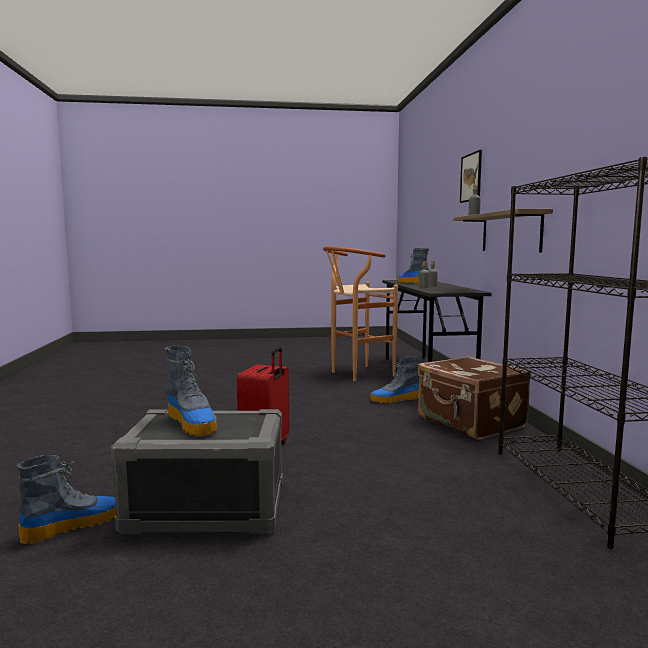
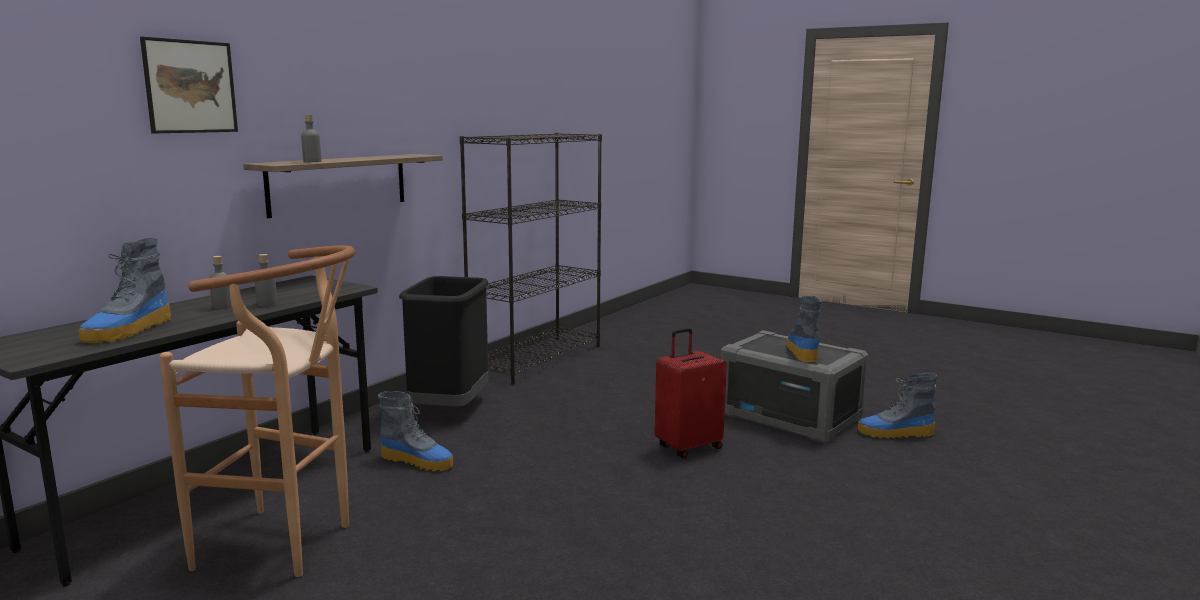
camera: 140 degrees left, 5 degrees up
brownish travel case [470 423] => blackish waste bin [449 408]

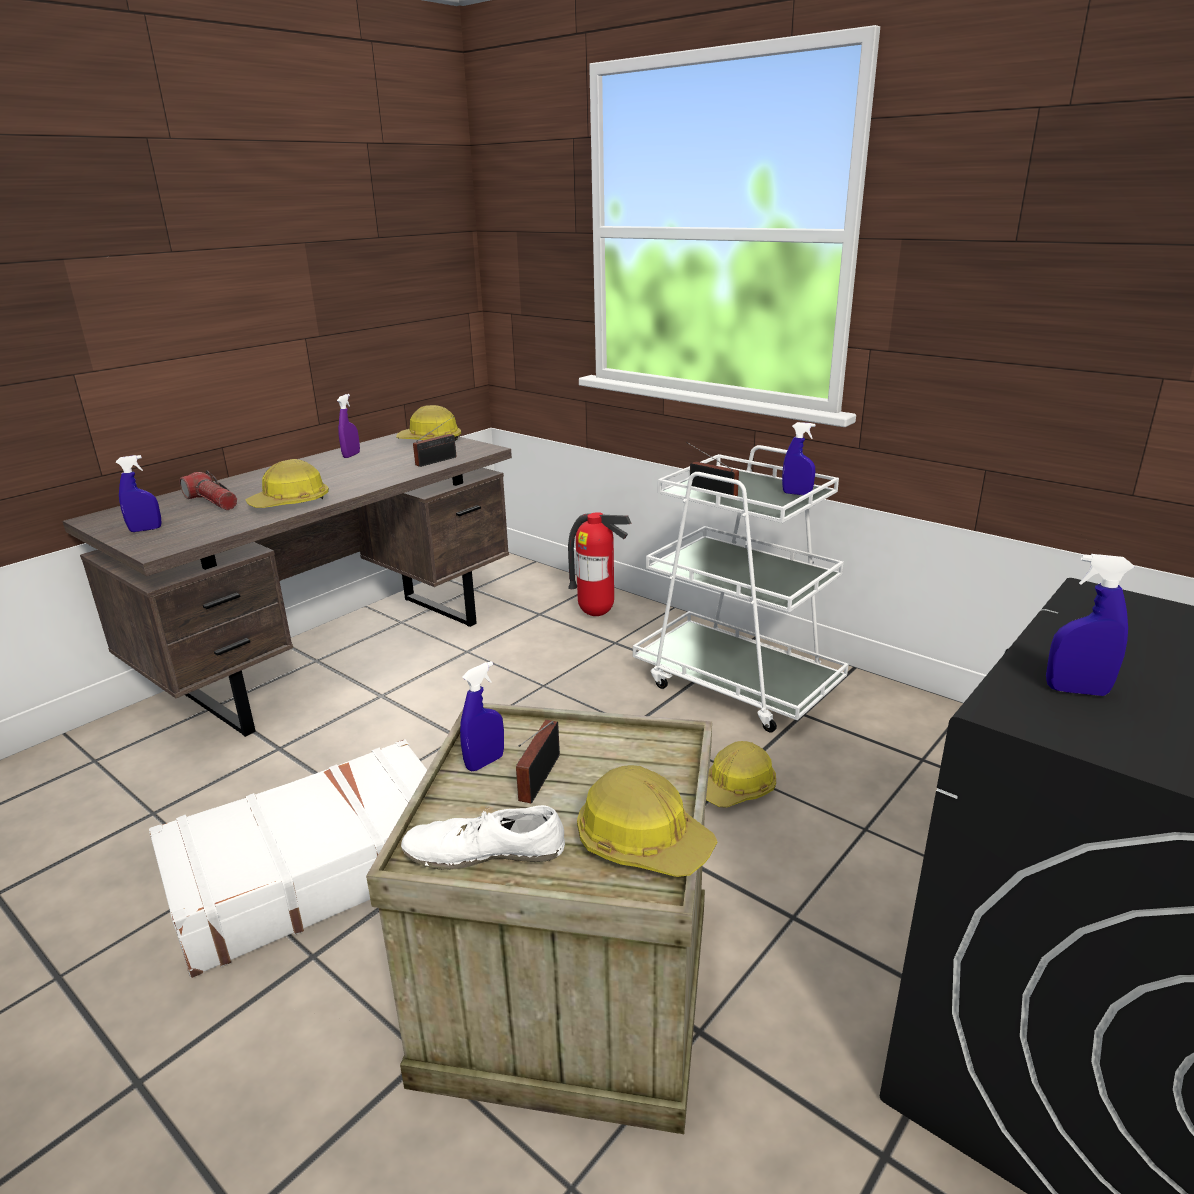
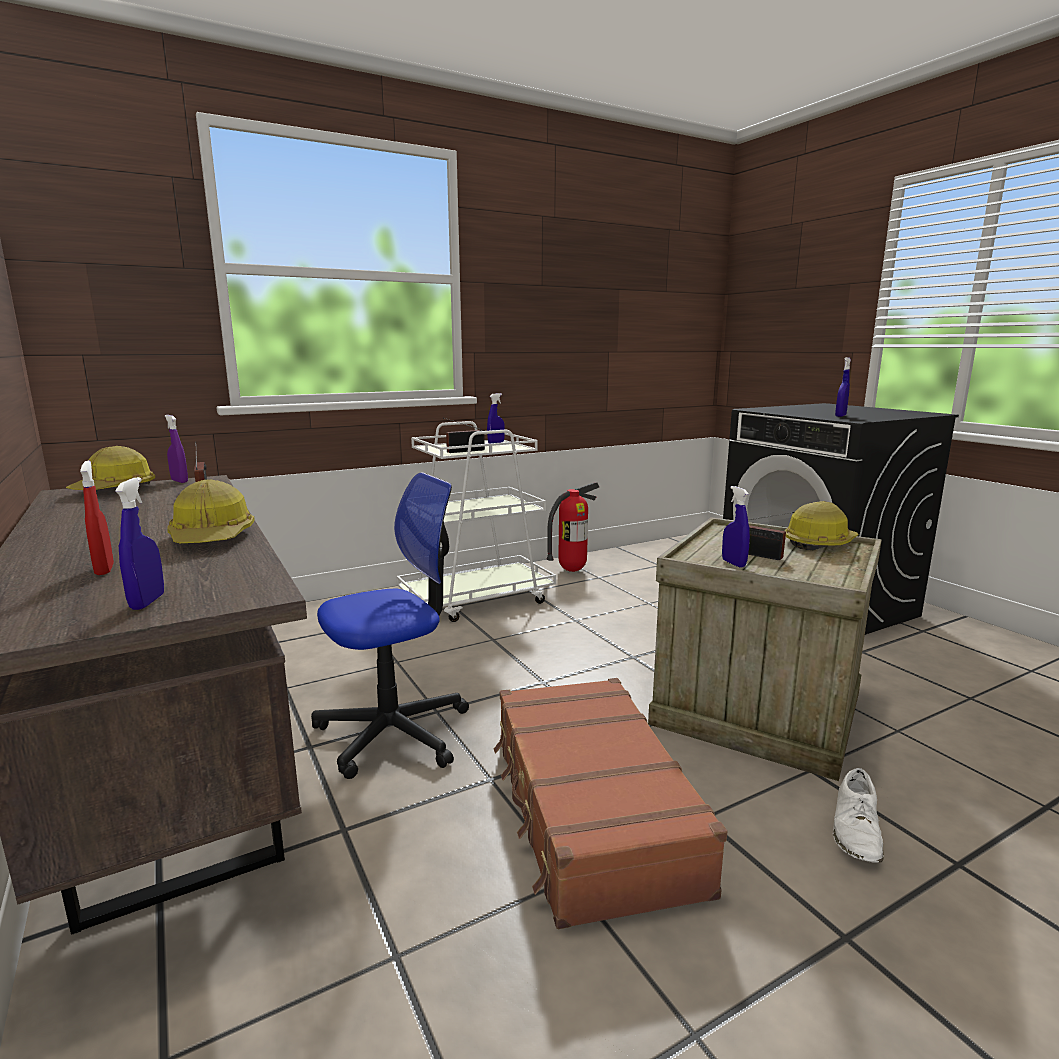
camera: 70 degrees left, 10 degrees down
whitish travel case [314 871] => brownish travel case [590 811]
hand torch [212 502] => red-coloured sprayer [104 569]
purple-coloured sprayer [351 455] => purple-coloured sprayer [179 481], moved
whitish item of footwear [484 851] => whitish item of footwear [857 829], moved
fire extinguisher [597 614] => fire extinguisher [572 570], moved
hard hat [737 788] => nothing
nothing => desk chair [394 732]

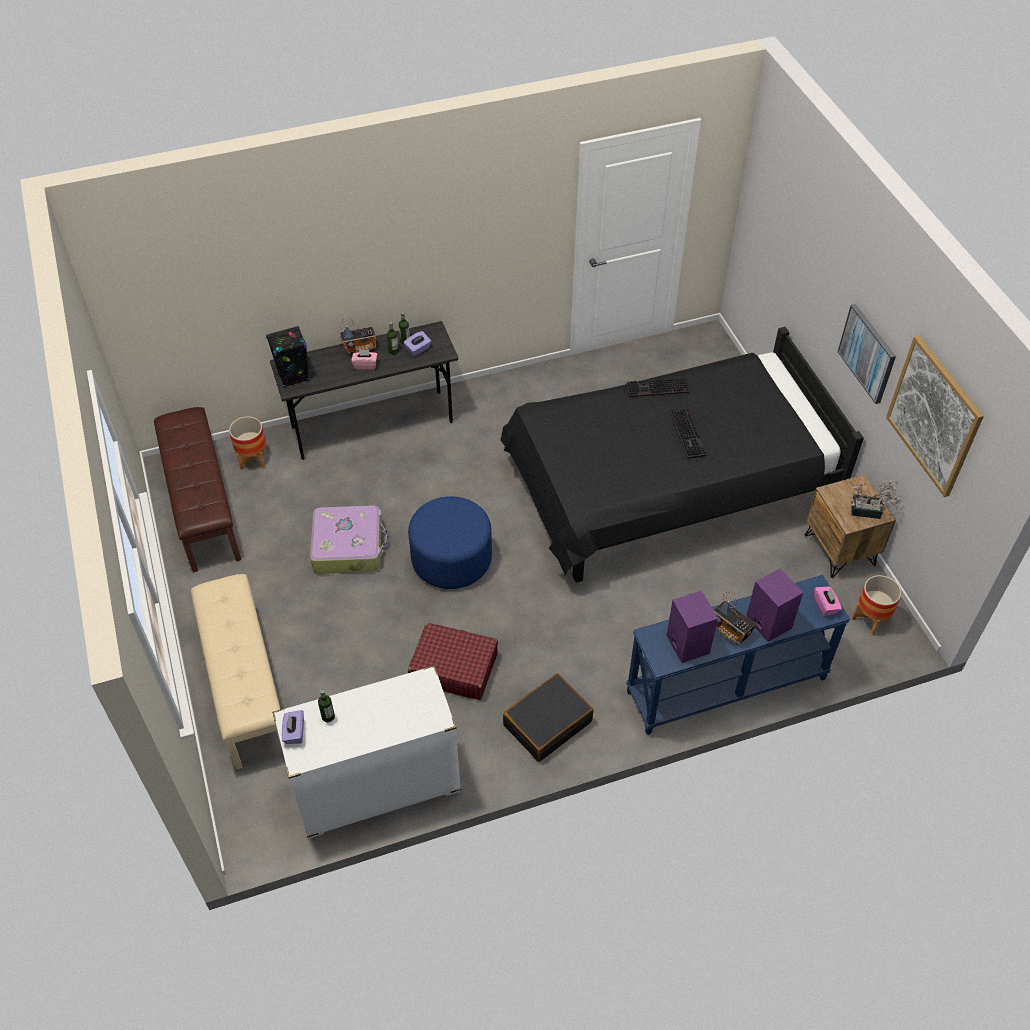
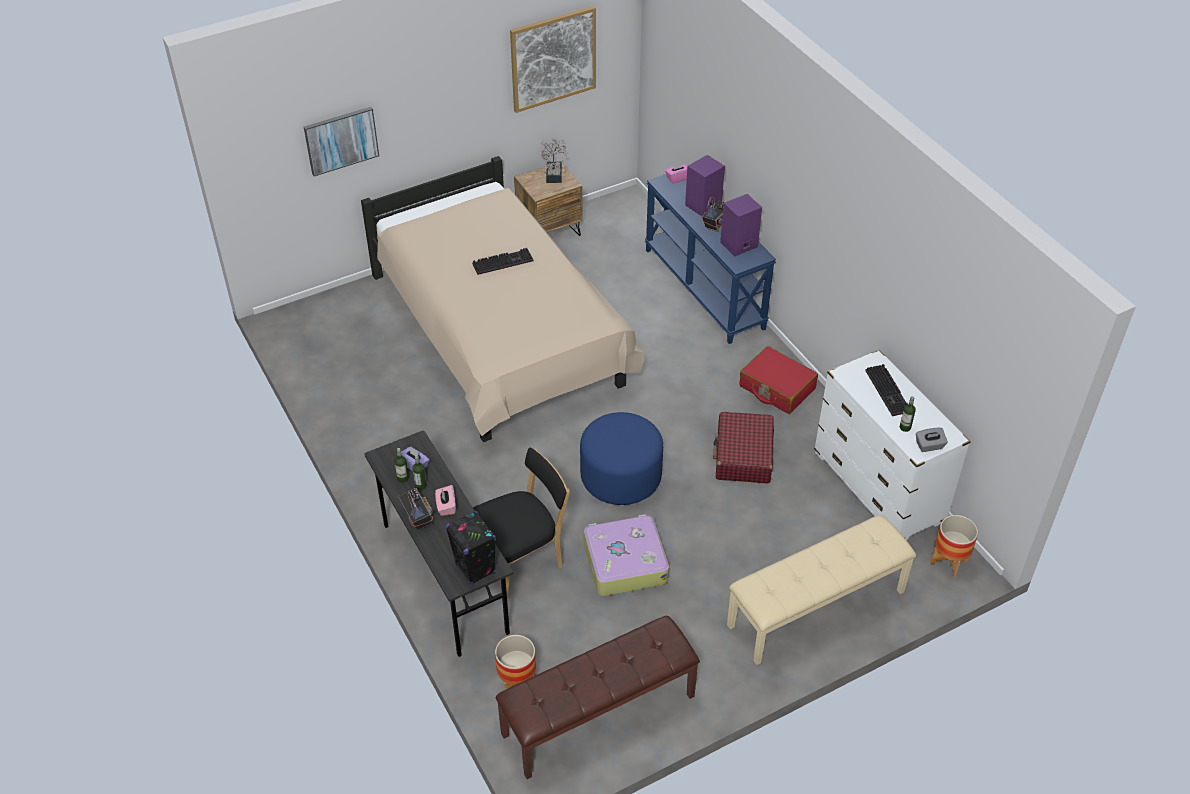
camera: 100 degrees left, 5 degrees down
purple-coloured box of tissues [294 732] => gray box of tissues [929 446]
blackish bed [667 488] => sand-coloured bed [499 335]
blackish travel case [547 723] => red-coloured travel case [776 388]
PC keyboard [656 389] => PC keyboard [889 391], moved
wall art [867 353] => wall art [341 140], moved
plant pot [870 619] => plant pot [949 562], moved
nothing => blackish upright chair [522 559]

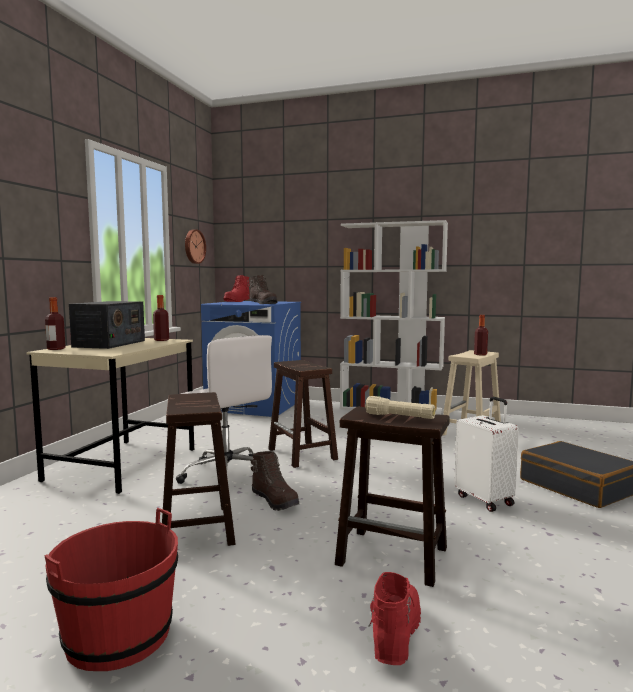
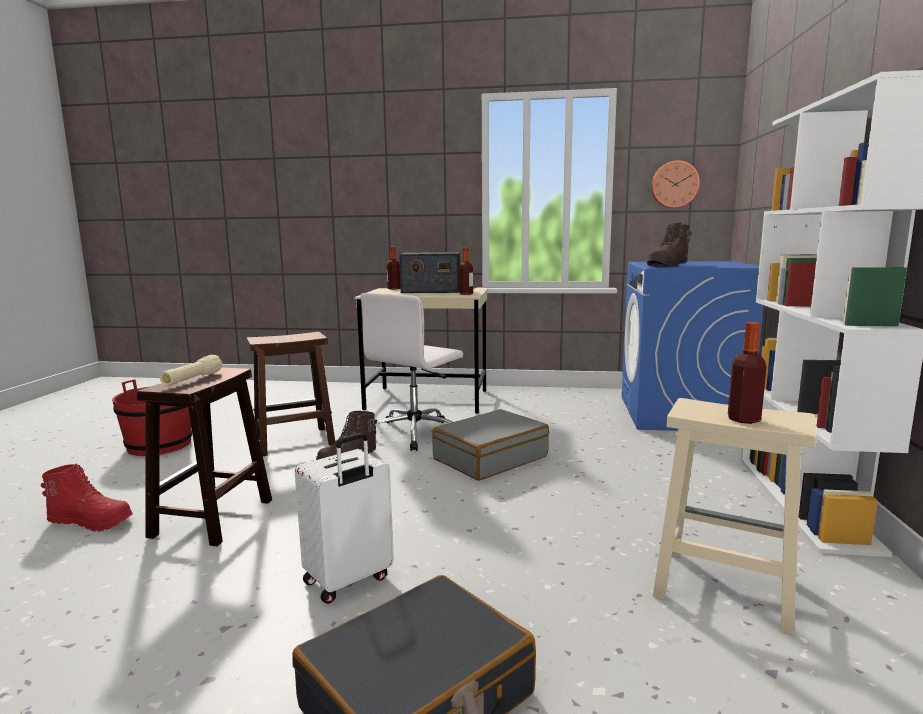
camera: 80 degrees right, 5 degrees up
red-coloured boot [237 301] => nothing
brownish stool seat [303 454] => gray travel case [490 458]

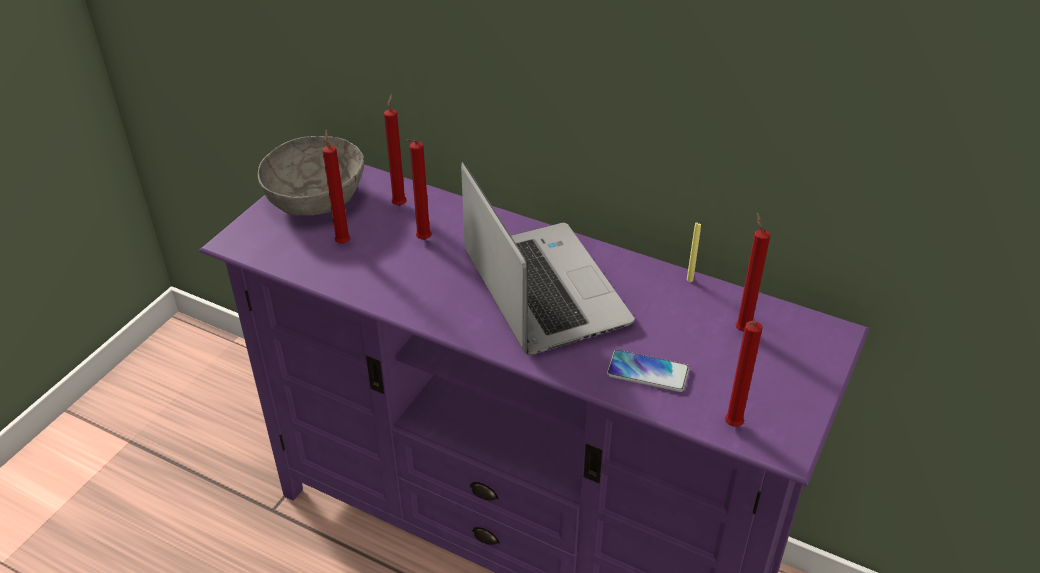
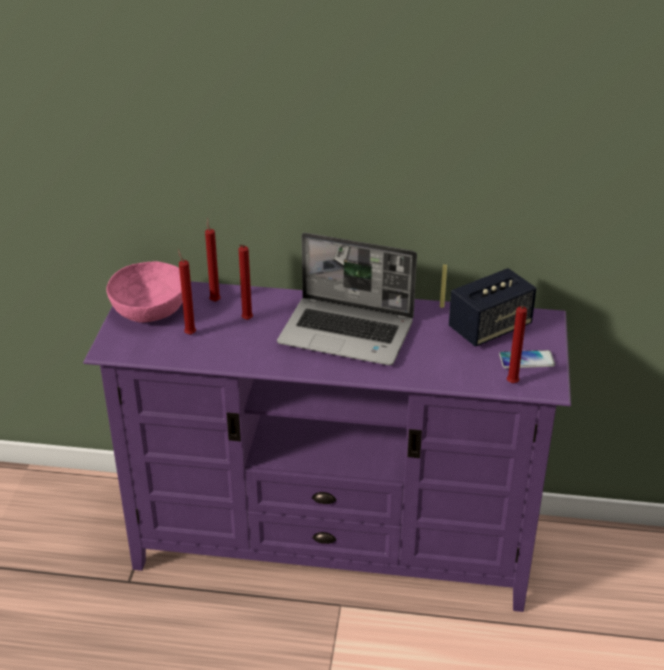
camera: 20 degrees left, 5 degrees down
gray bowl [316 198] => pink-coloured bowl [149 309]
notebook computer [541 289] => notebook computer [348 333], 150 degrees clockwise
phone [648 372] => phone [526 360], moved
red-coloured candle [741 329] => speaker [489 328]

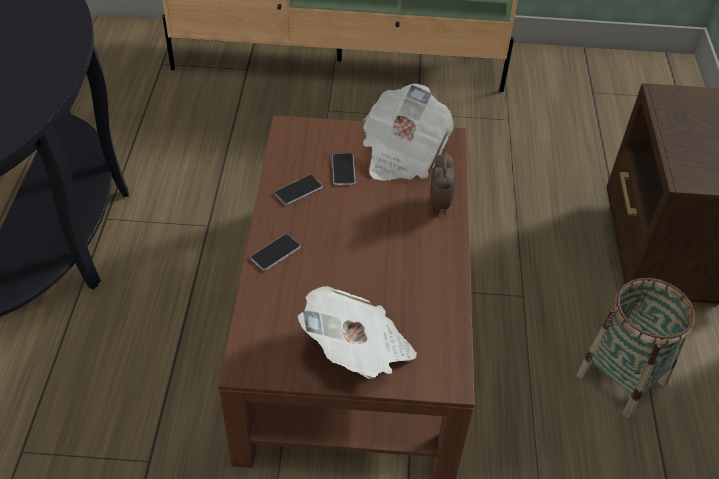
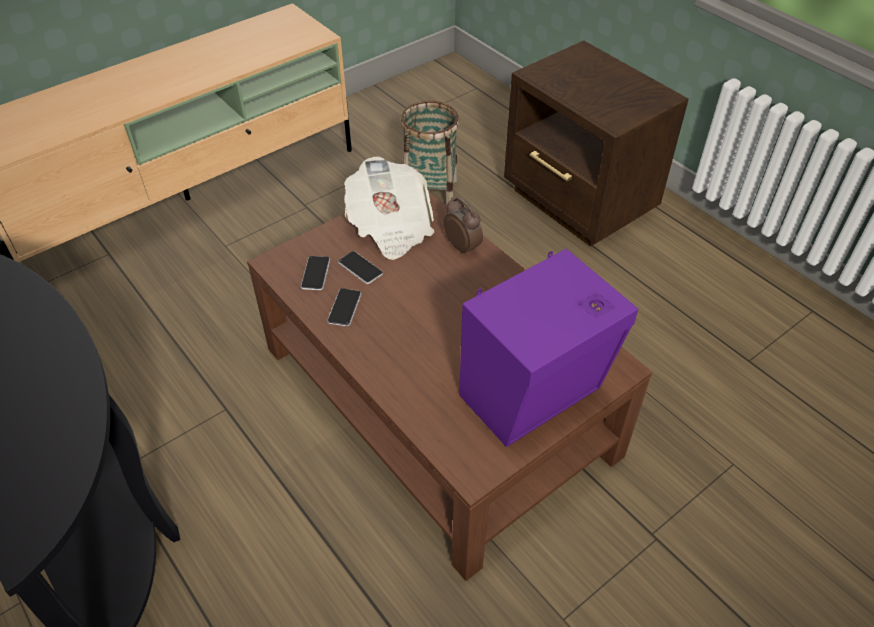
camera: 40 degrees left, 0 degrees up
phone [275 253] => phone [315 273], moved
daily paper [358 350] => purple-coloured speaker [536 395]
storage basket [622 378] => storage basket [430 192], moved

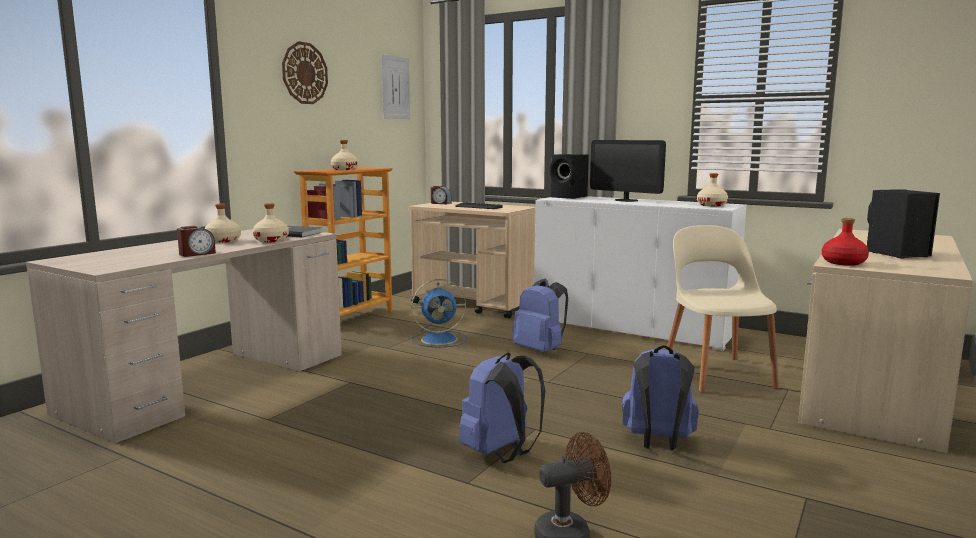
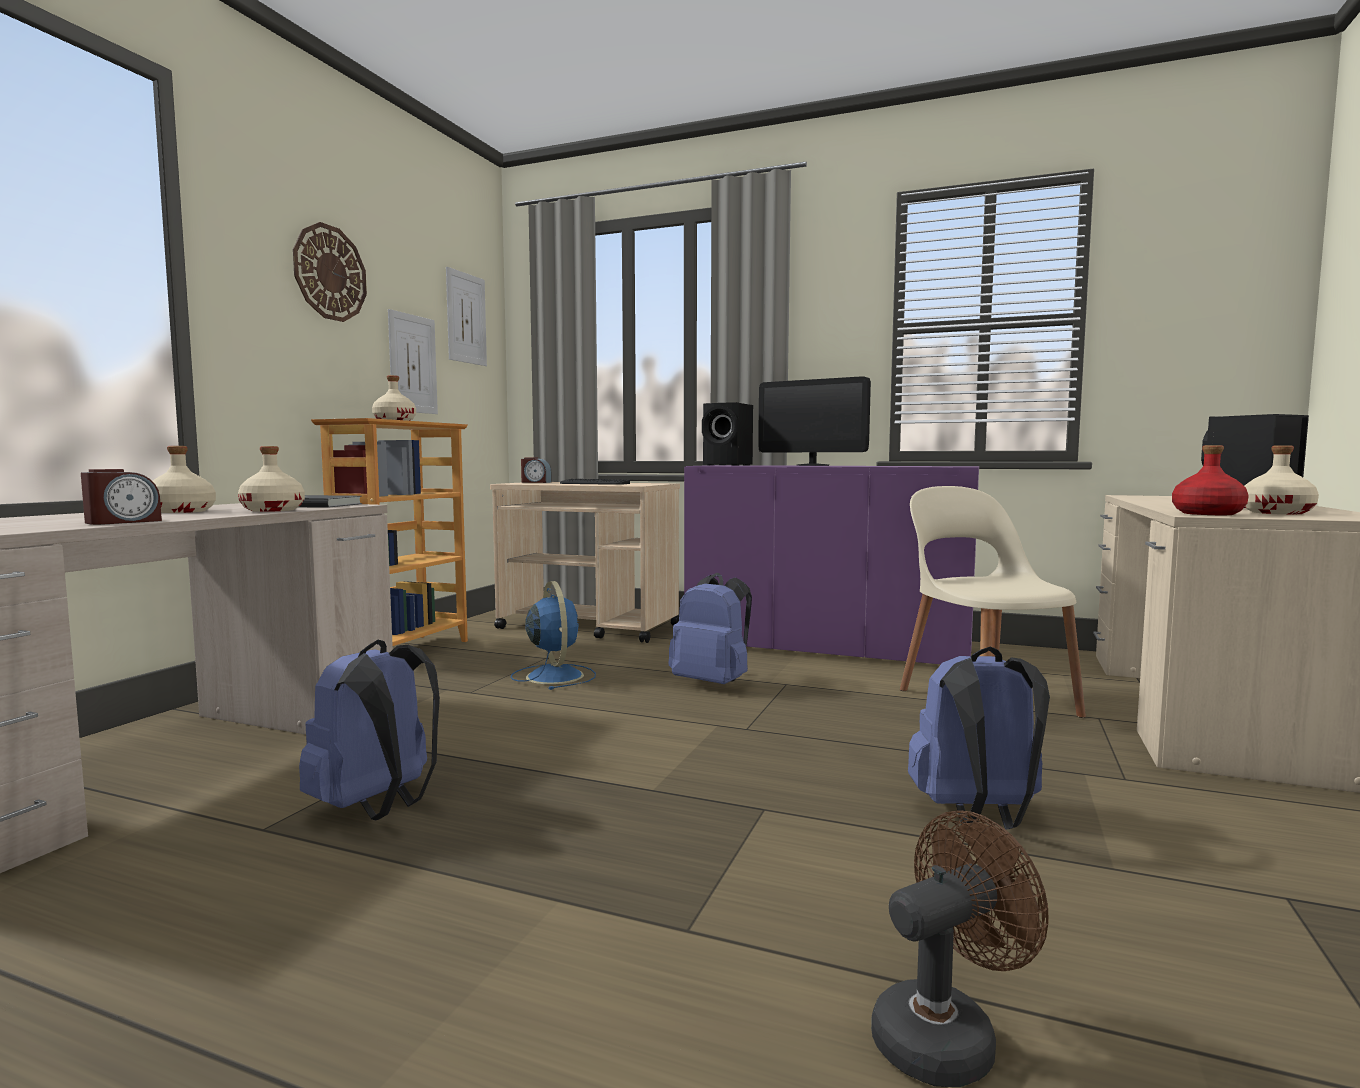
camera: 10 degrees left, 5 degrees down
blue cooling fan [441 339] => blue cooling fan [554 675], 90 degrees counterclockwise
blue rucksack [501 454] => blue rucksack [378 806], moved
whitish cupboard [631 328] => purple-coloured cupboard [826 647]
sand-coloured bottle [712 205] => sand-coloured bottle [1277 512], moved
nothing => wall art [412 364]

